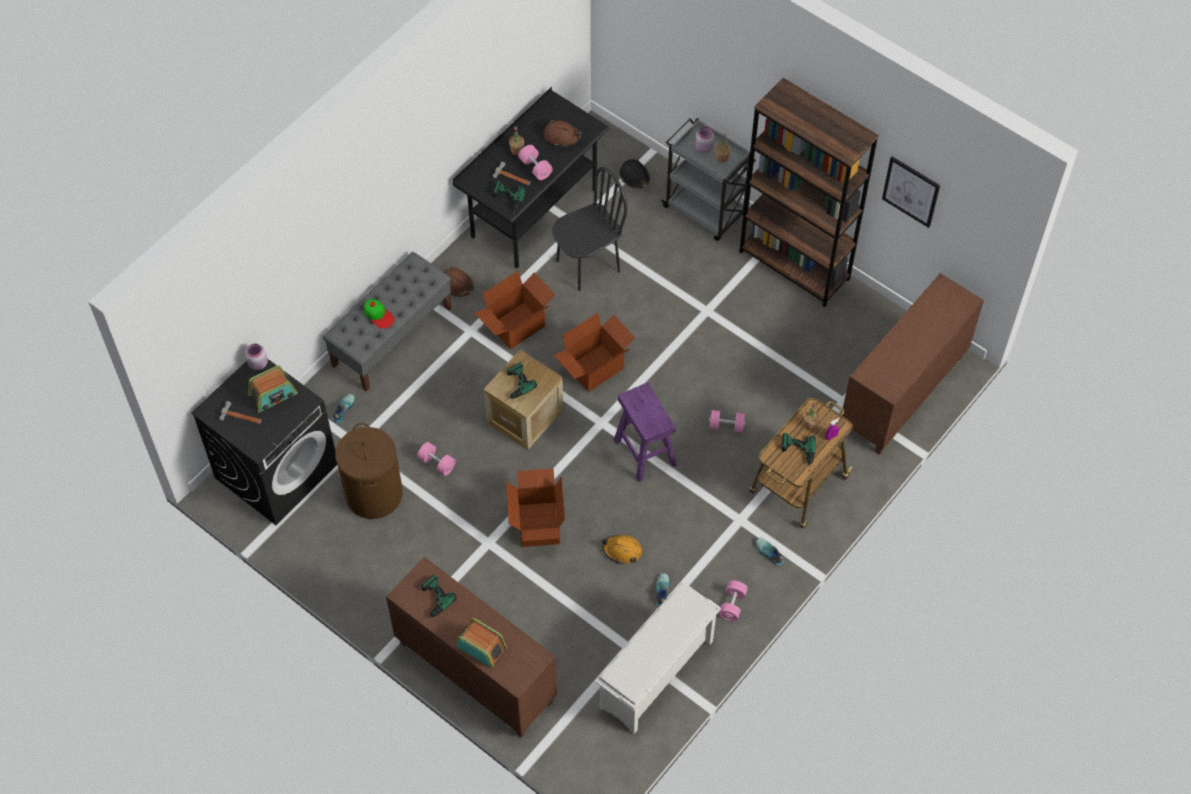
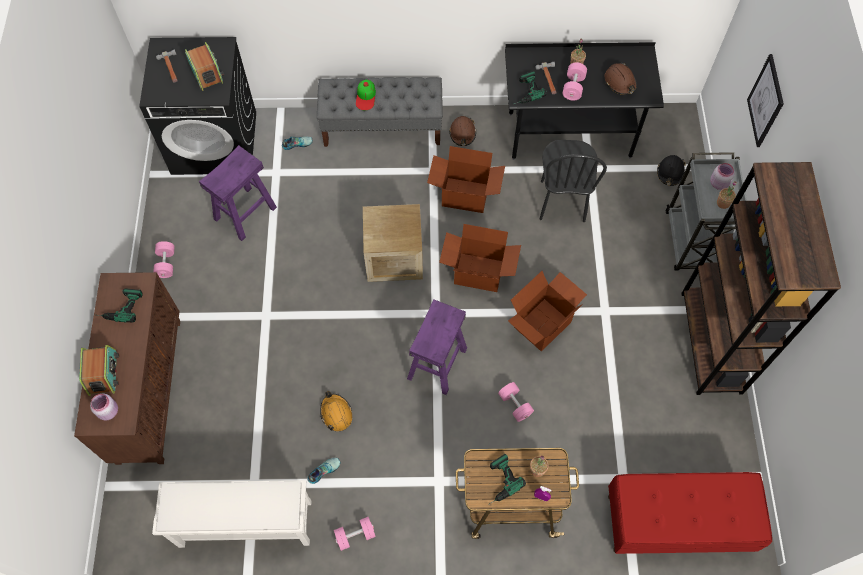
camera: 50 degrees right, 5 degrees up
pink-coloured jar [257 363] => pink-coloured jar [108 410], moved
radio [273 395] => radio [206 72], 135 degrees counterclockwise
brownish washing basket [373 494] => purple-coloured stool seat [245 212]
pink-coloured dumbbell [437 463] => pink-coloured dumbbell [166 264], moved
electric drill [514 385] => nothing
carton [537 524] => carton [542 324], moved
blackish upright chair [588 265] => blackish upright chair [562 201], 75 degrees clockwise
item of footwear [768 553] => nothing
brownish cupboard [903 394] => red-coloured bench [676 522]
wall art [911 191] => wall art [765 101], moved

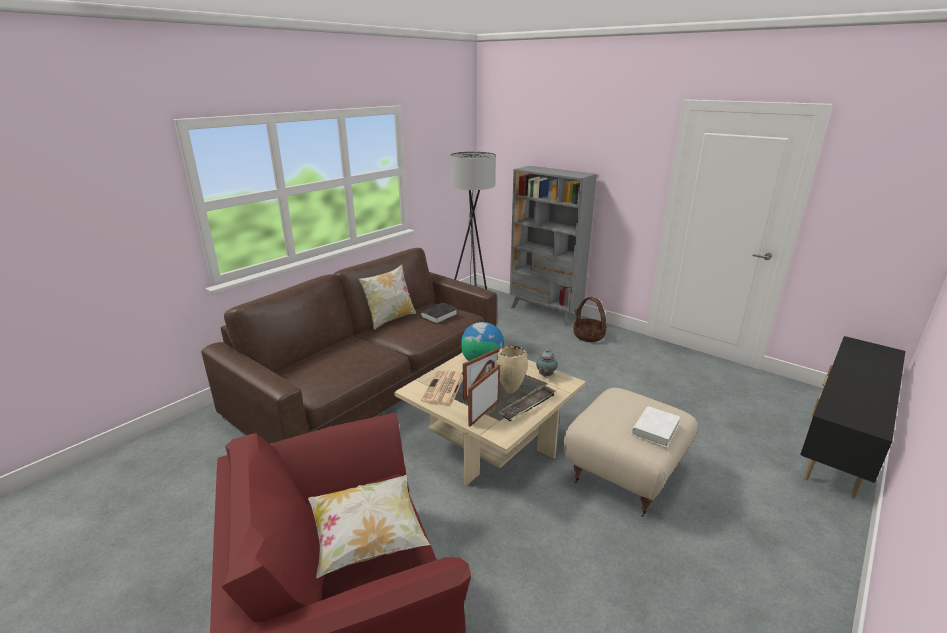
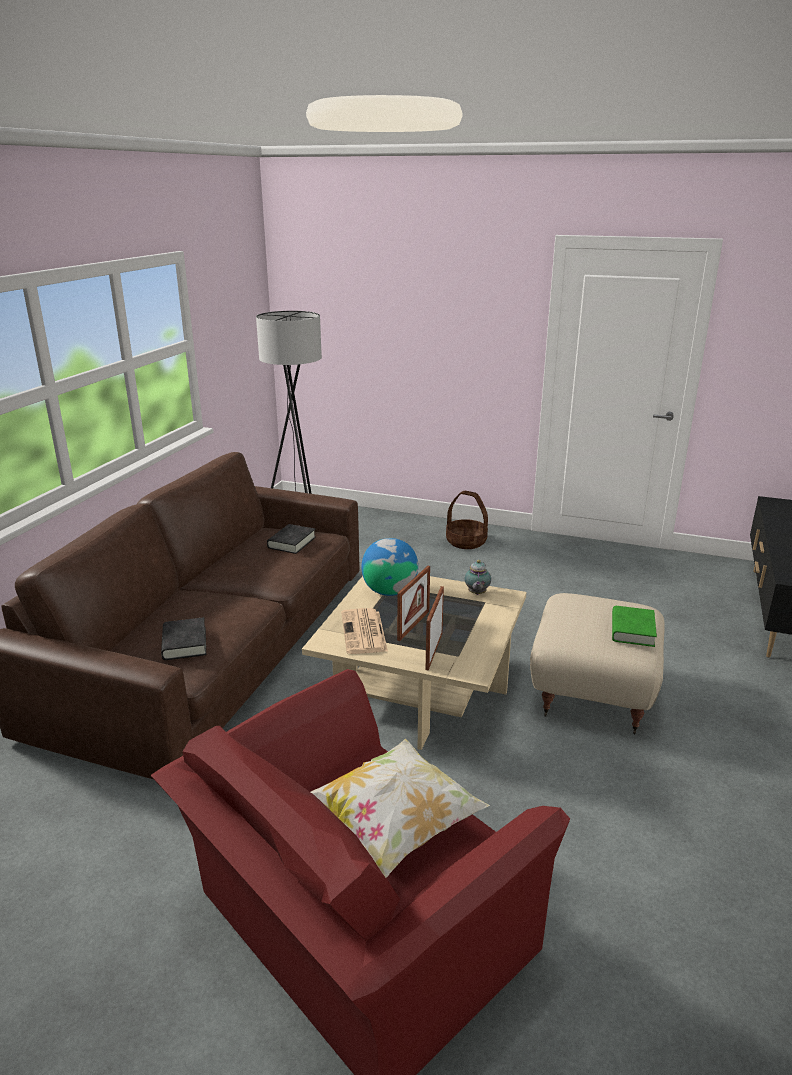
camera: 20 degrees left, 0 degrees up
cushion [390 319] => nothing
sand-coloured decorative vase [510 391] => nothing
tray [528 406] => nothing
gray shelving unit [545 312] => nothing
whitish volume [655 430] => green volume [632 630]
nothing => blackish volume [184 643]

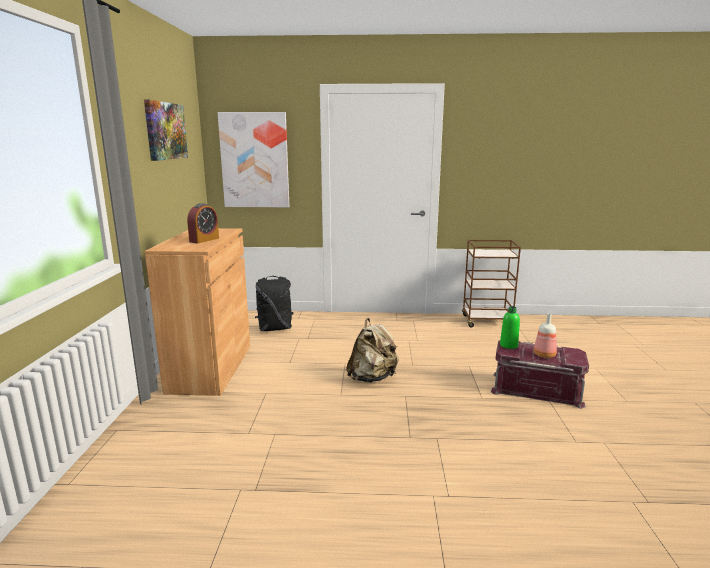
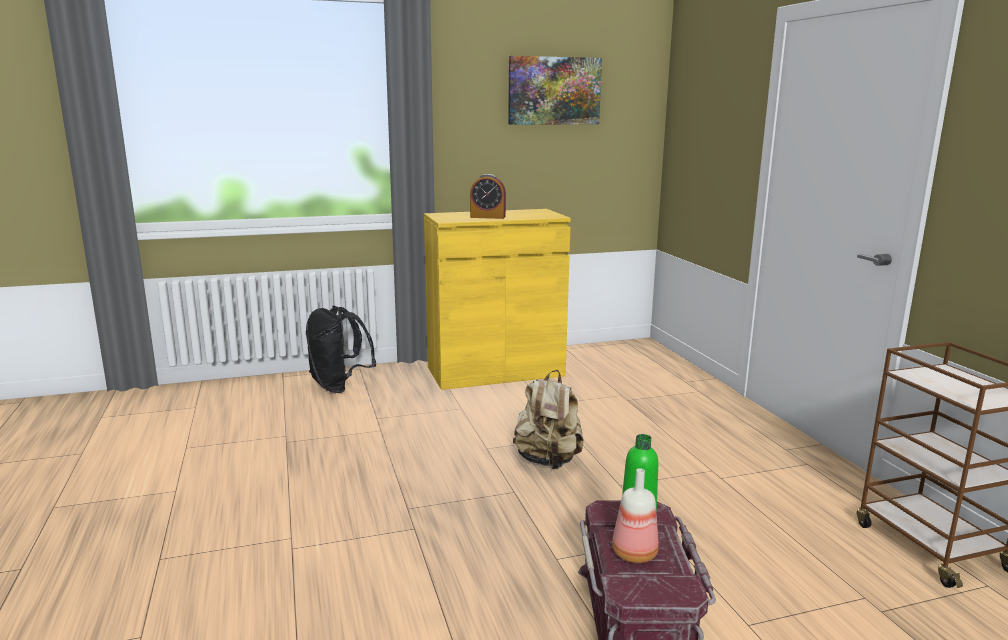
camera: 70 degrees right, 0 degrees up
brownish cupboard [210 368] => yellow cupboard [495 371]
wall art [254 160] => nothing
blackish rucksack [275 328] => blackish rucksack [339 386], moved

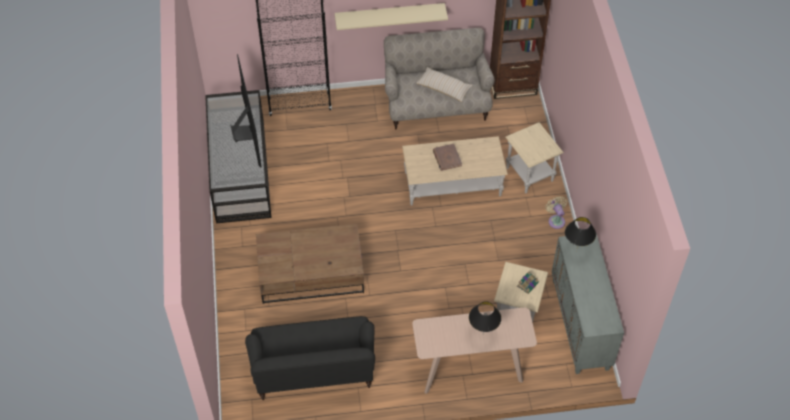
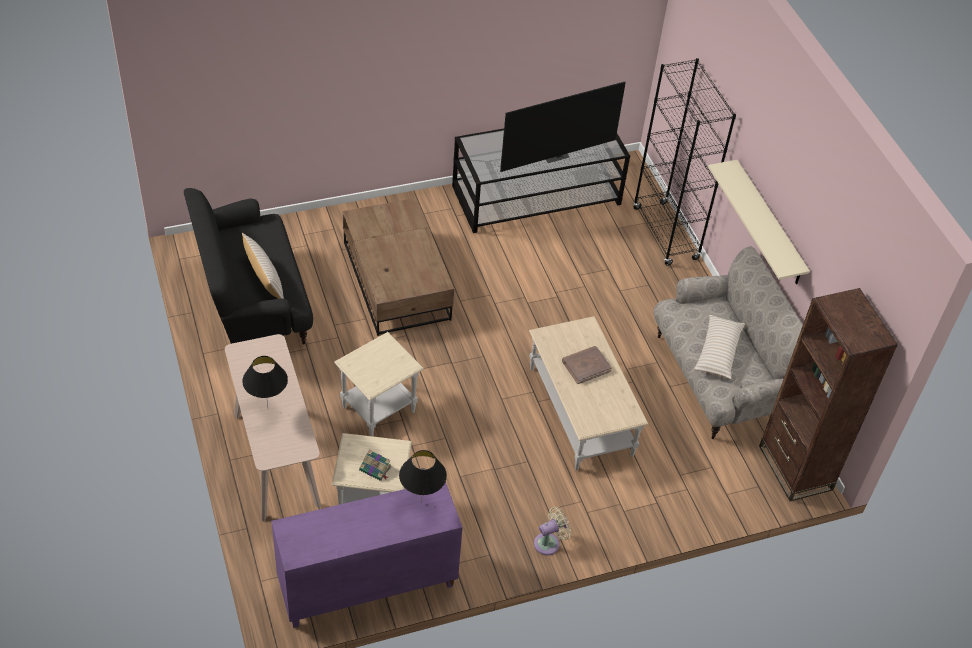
camera: 75 degrees right, 5 degrees down
sand-coloured accent table [529 174] => sand-coloured accent table [379 409], moved
gray cupboard [581 324] => purple-coloured cupboard [367 587]
nothing => sand-coloured cushion [264 278]

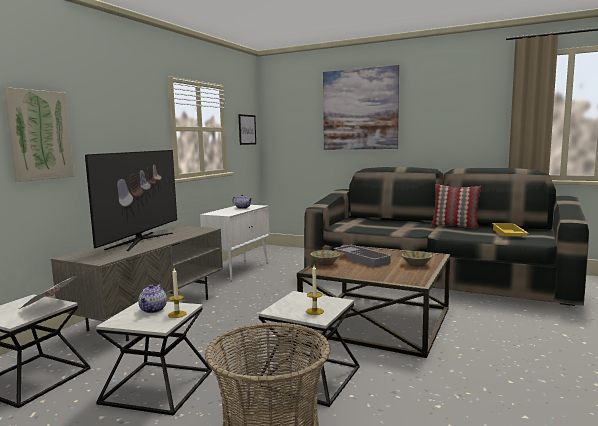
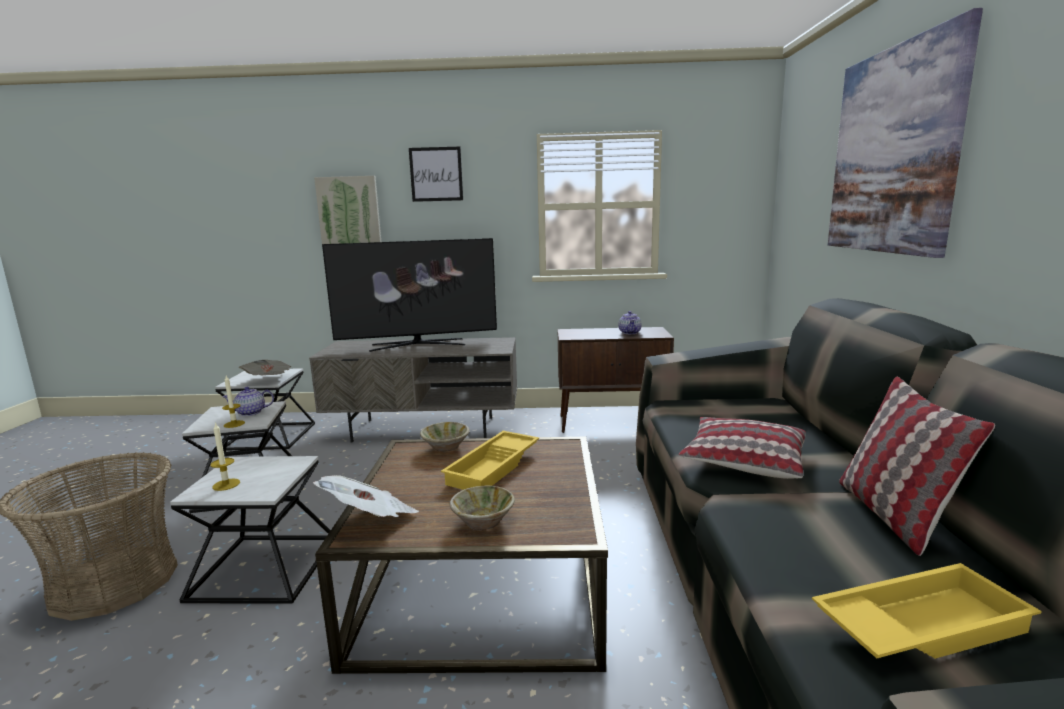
camera: 65 degrees right, 5 degrees up
whitish cupboard [239 269] => brownish cupboard [613 423]
wall art [247 129] => wall art [436 174], moved
gray tray [363 259] => yellow tray [494 467]
nothing => daily paper [370 519]
nothing => cushion [743 460]

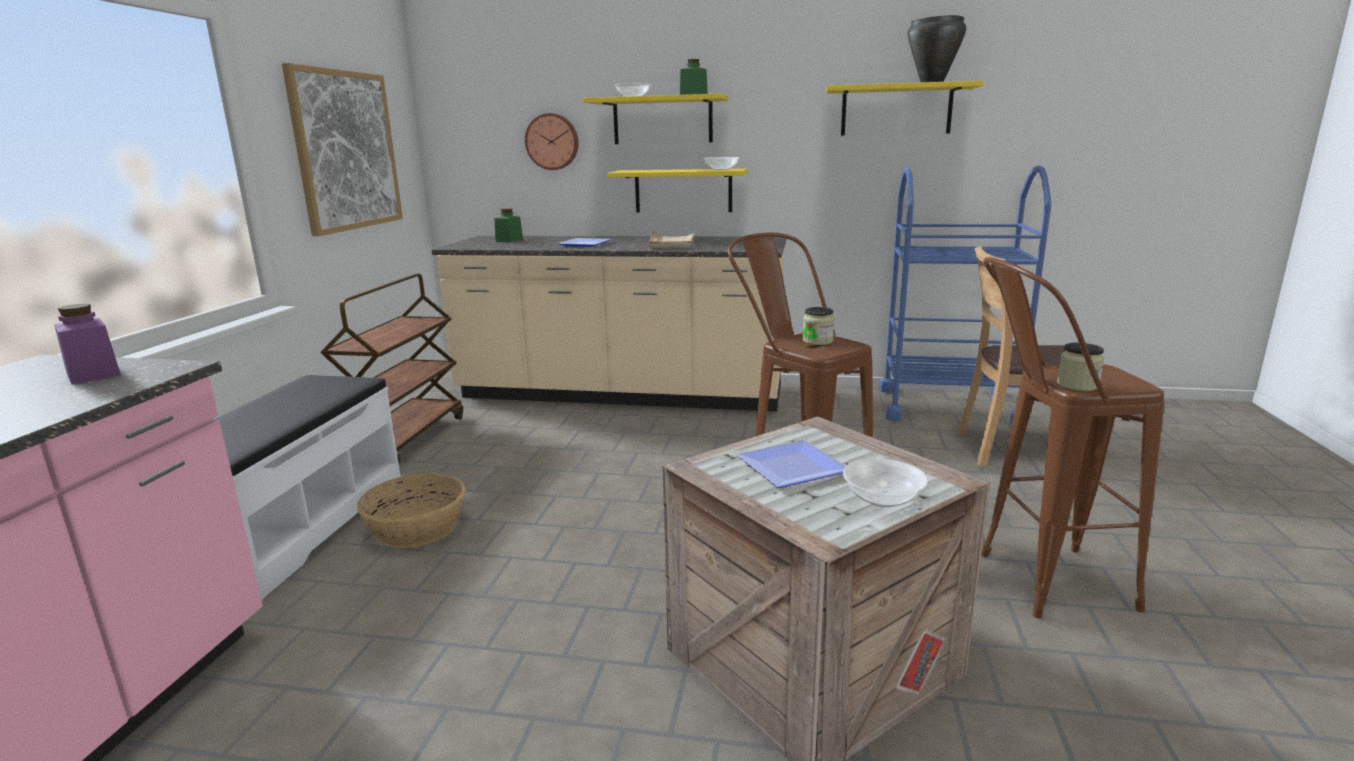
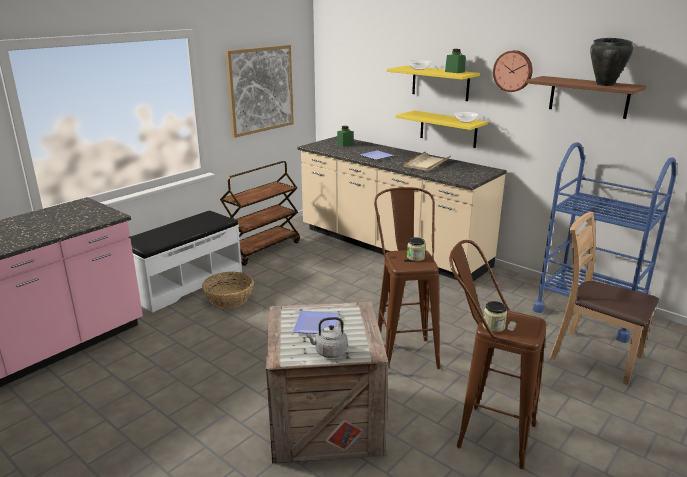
camera: 30 degrees right, 5 degrees up
purple-coloured jar [93 374] => nothing
wall clock [552 141] => wall clock [513 71], moved
yellow bracket shelf [896 110] => brownish bracket shelf [588 97]
bowl [883 499] => gray tea kettle [329 352]

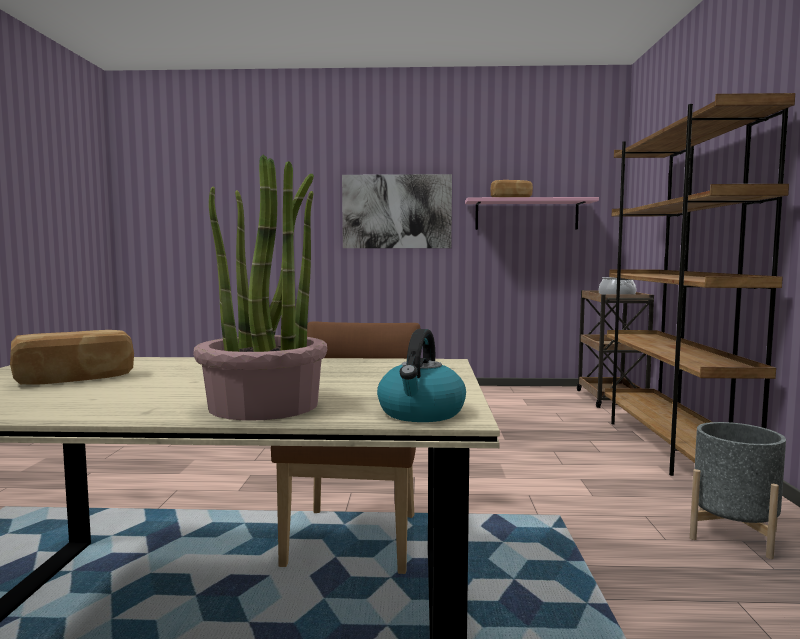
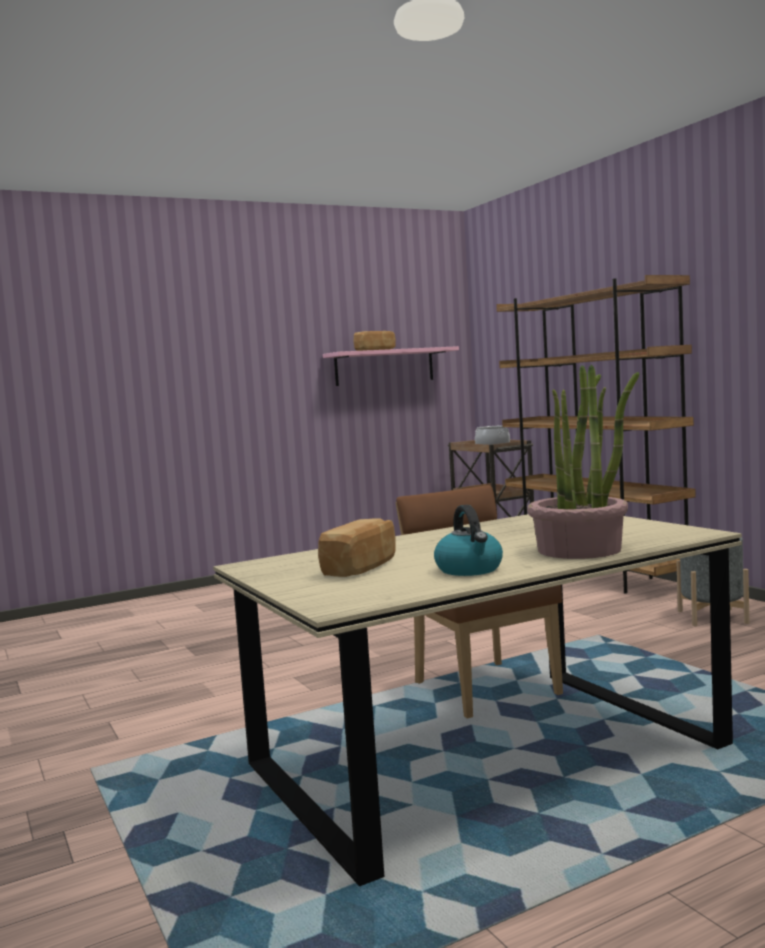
camera: 30 degrees left, 0 degrees up
wall art [396 211] => nothing
tea kettle [421 413] => tea kettle [470 570], moved

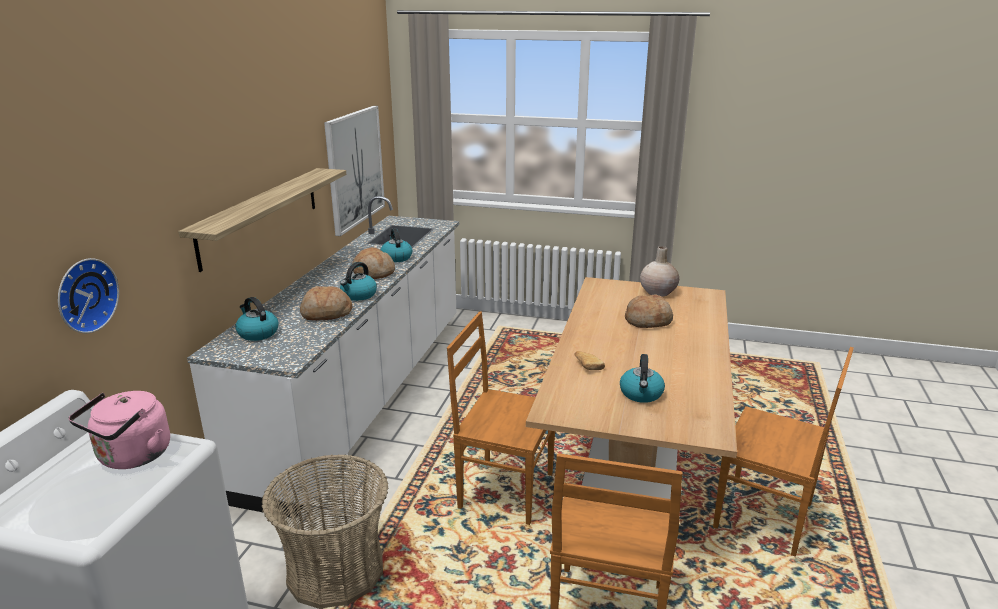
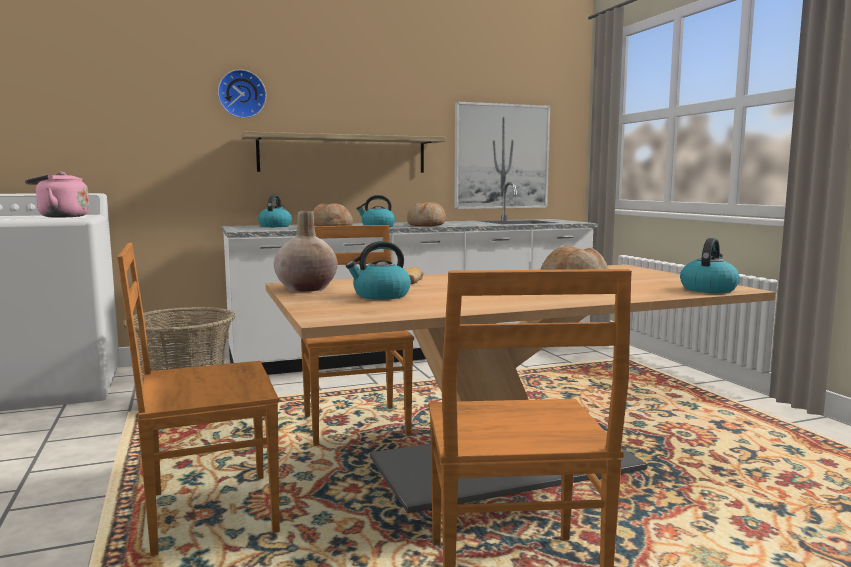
camera: 55 degrees right, 15 degrees down
wall clock [84 295] => wall clock [241 94], moved
tea kettle [396 257] => tea kettle [708 289], moved
sand-coloured decorative vase [658 292] => sand-coloured decorative vase [307 288], moved

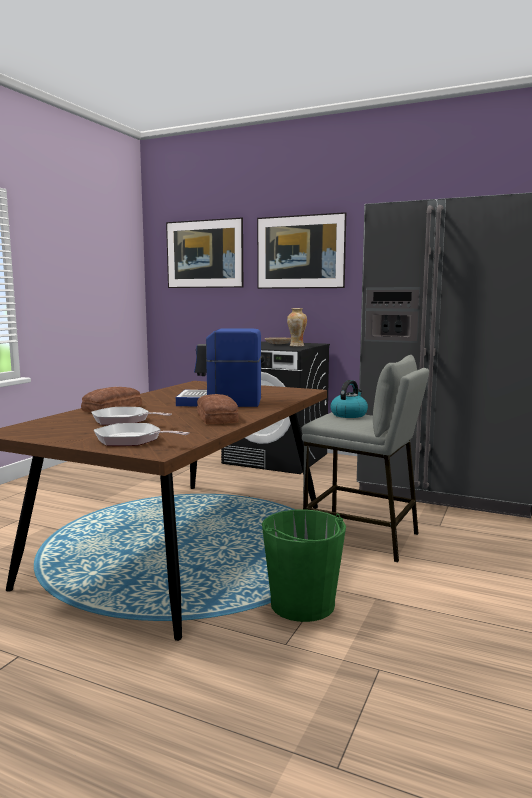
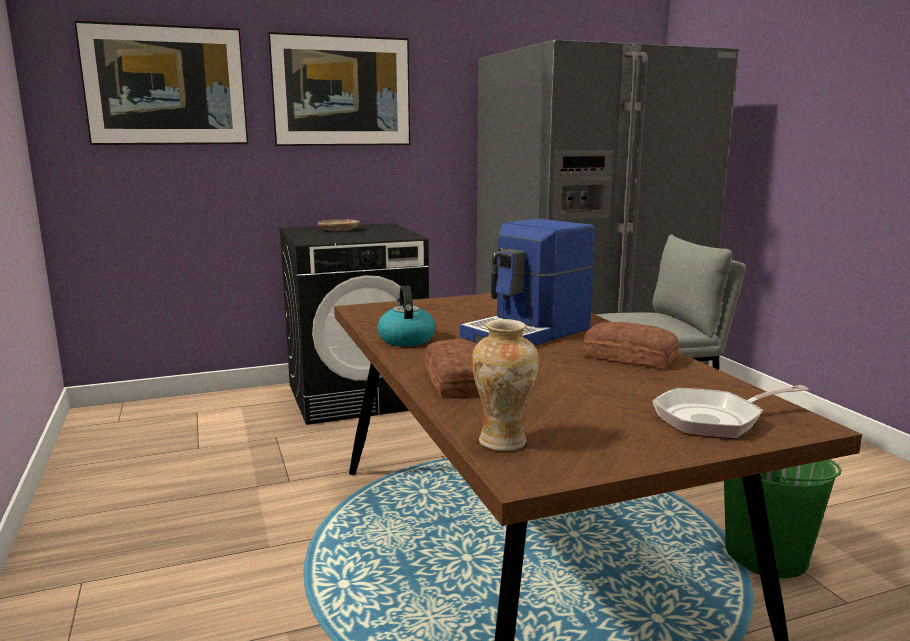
camera: 45 degrees left, 5 degrees up
skillet [124 421] => nothing
decorative vase [296 346] => decorative vase [503 442], moved
tea kettle [349 415] => tea kettle [406 339], moved

